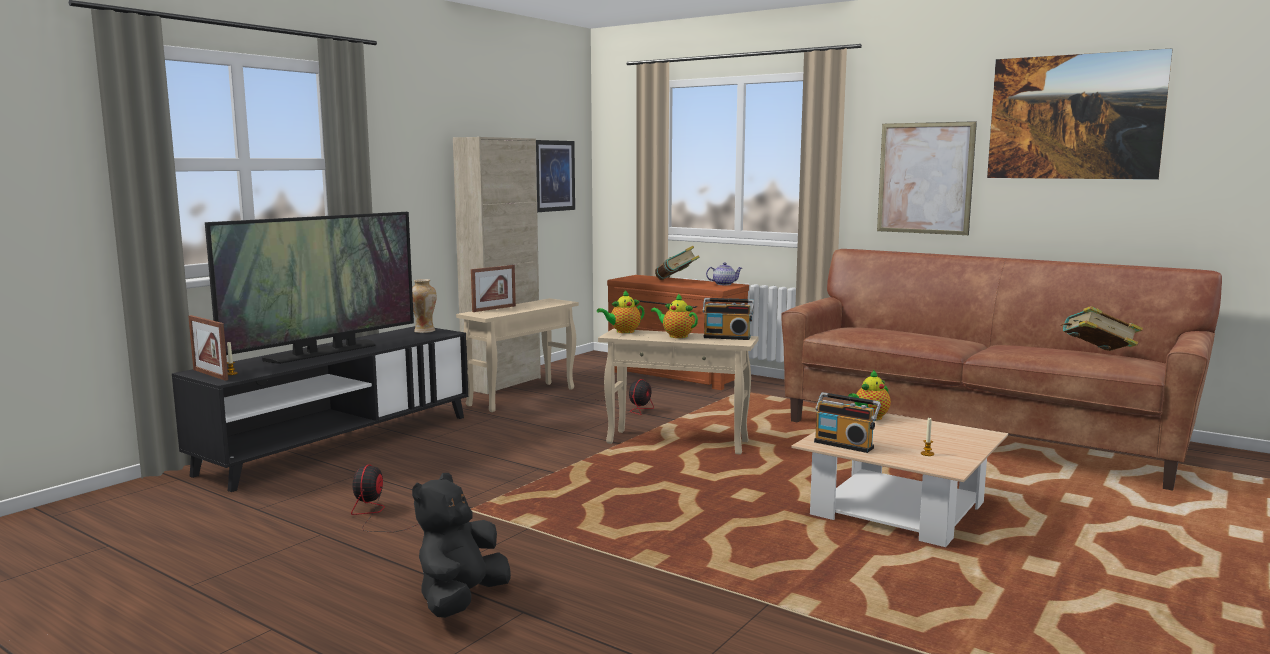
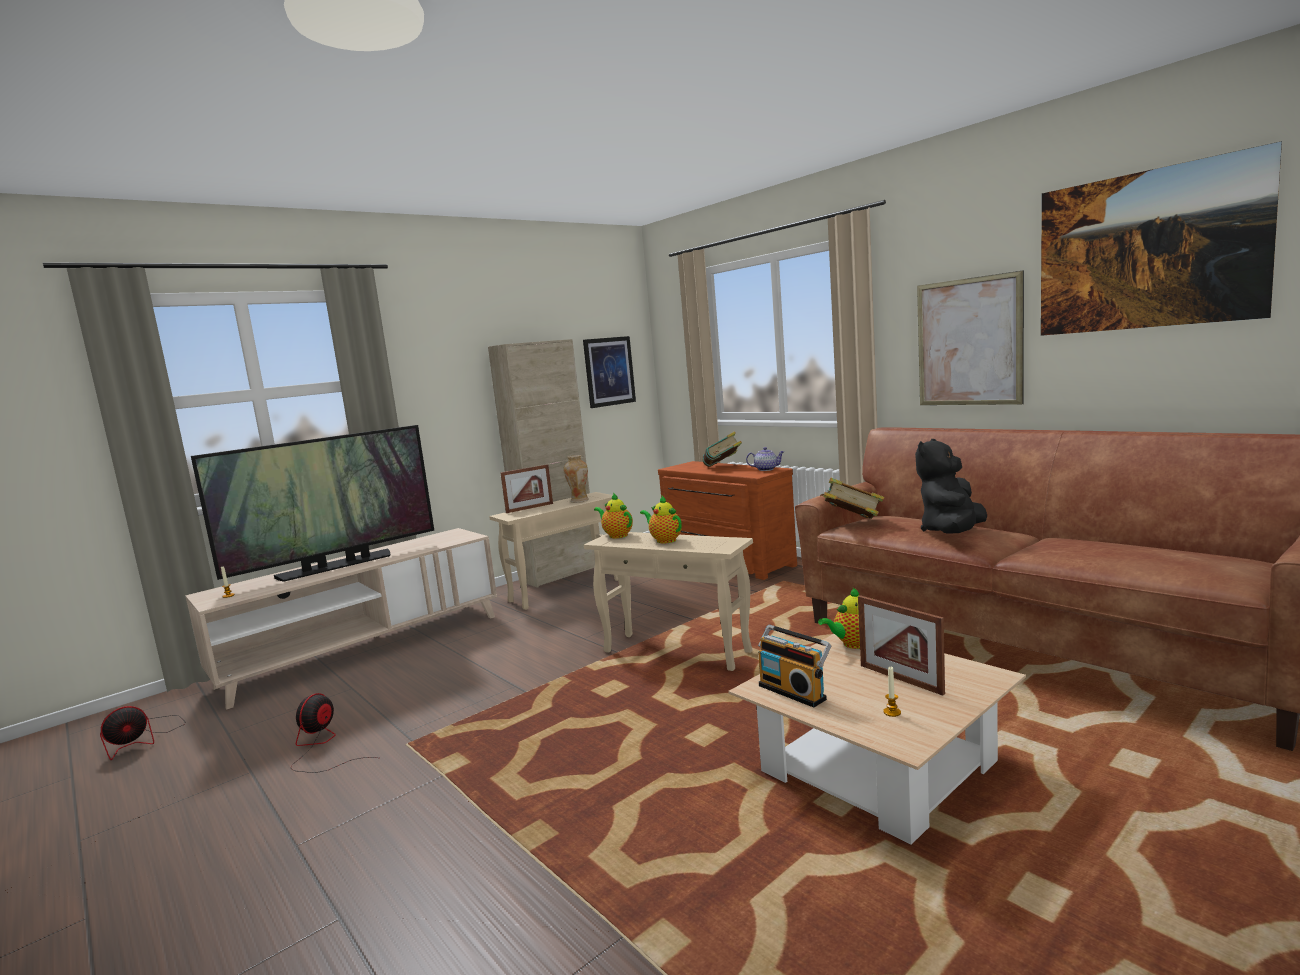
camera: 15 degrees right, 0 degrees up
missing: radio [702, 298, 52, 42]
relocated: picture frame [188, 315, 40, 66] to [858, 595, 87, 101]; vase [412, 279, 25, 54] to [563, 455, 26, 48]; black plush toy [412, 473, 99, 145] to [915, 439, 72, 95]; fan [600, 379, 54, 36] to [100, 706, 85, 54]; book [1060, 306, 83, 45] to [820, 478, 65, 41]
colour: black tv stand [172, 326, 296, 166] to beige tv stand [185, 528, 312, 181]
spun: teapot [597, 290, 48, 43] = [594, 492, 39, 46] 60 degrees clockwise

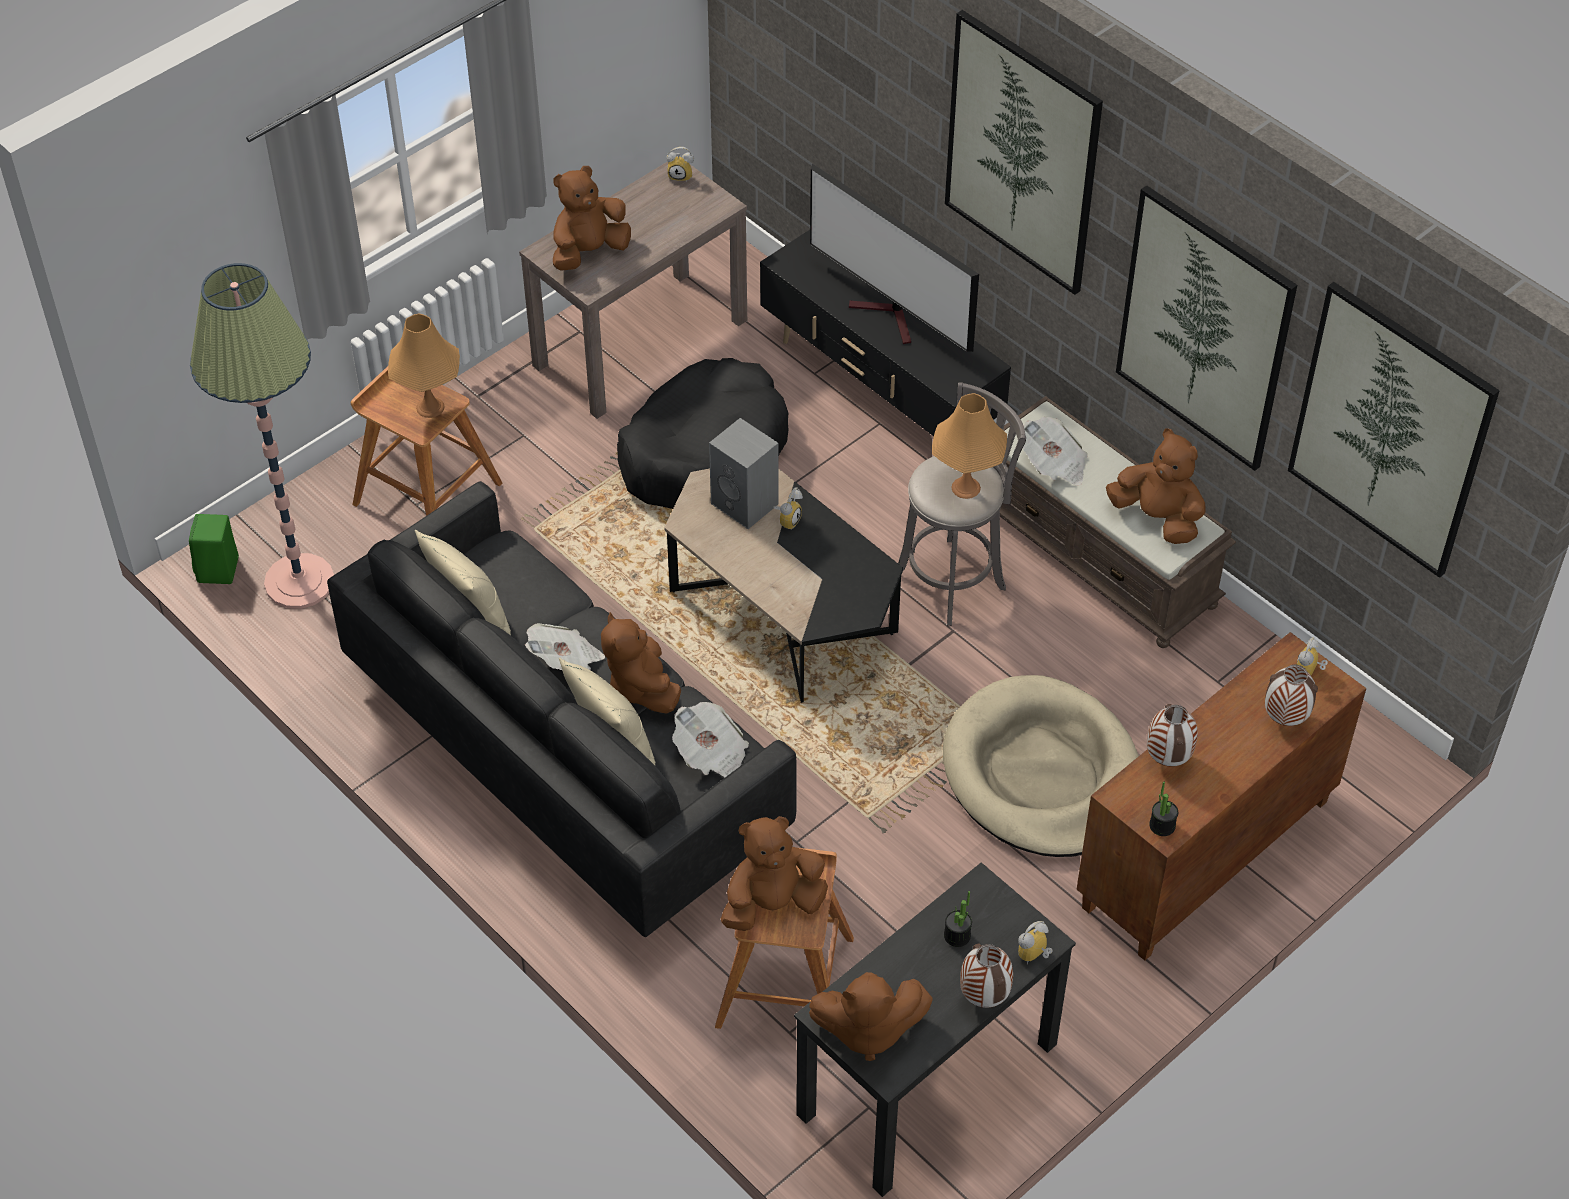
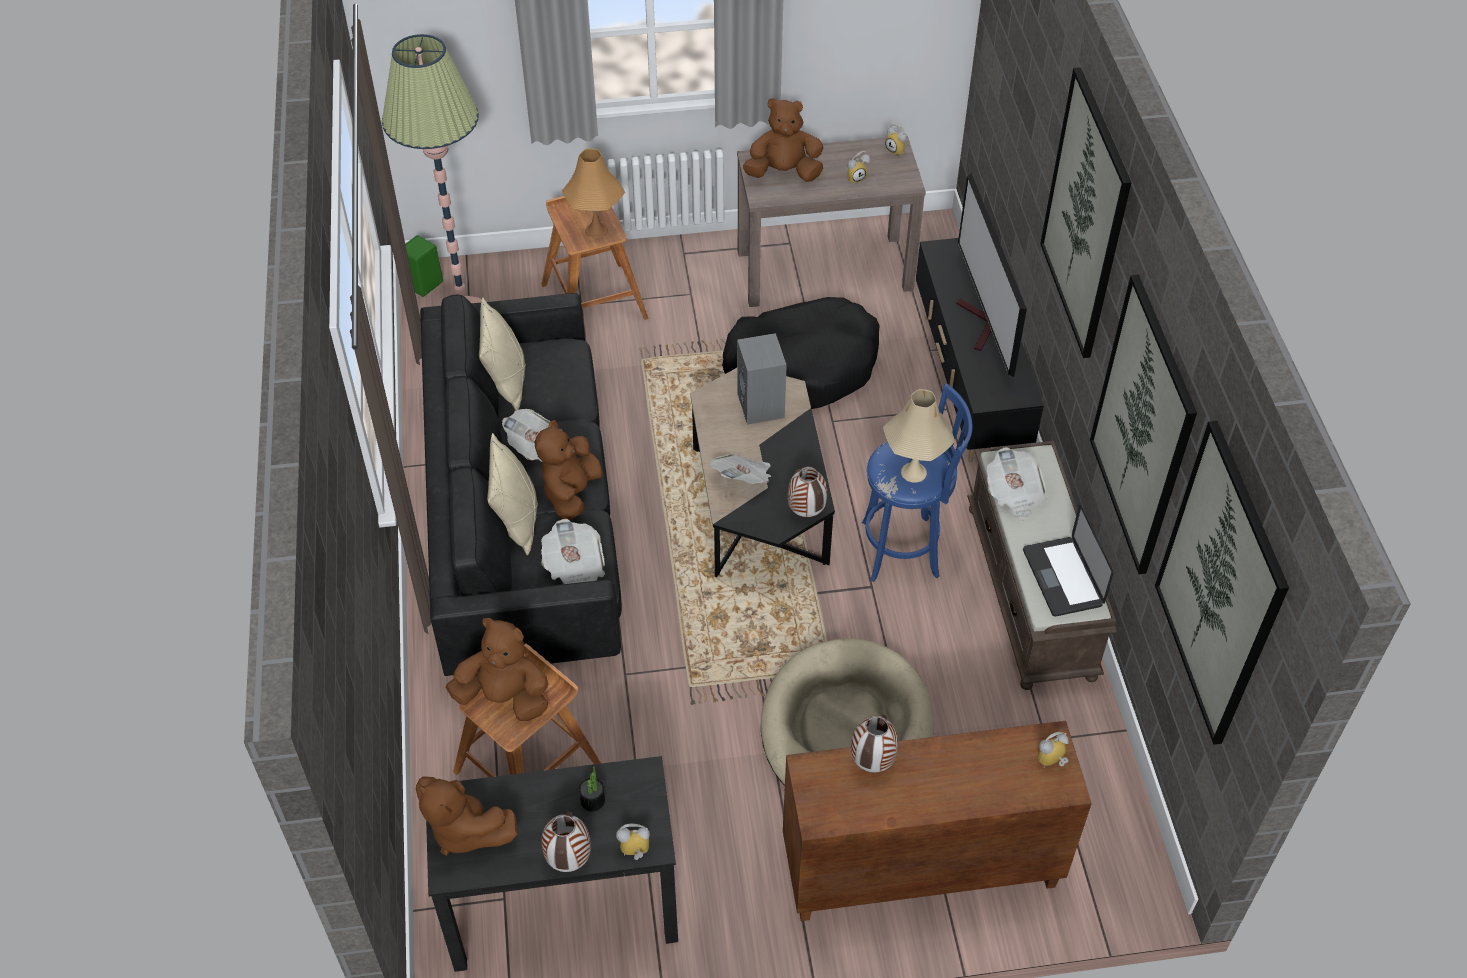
camera: 35 degrees right, 0 degrees up
missing: potted plant [1149, 782, 29, 54]
appeared: newspaper [710, 454, 61, 30]
relocated: alarm clock [773, 487, 30, 43] to [847, 151, 23, 33]; vase [1265, 664, 53, 62] to [788, 467, 39, 50]
exchanged: brown plush toy [1106, 428, 100, 116] to laptop [1023, 505, 91, 112]
colour: grey stool [898, 382, 128, 244] to blue stool [862, 383, 111, 199]; orange table lamp [932, 393, 75, 106] to beige table lamp [883, 389, 72, 94]

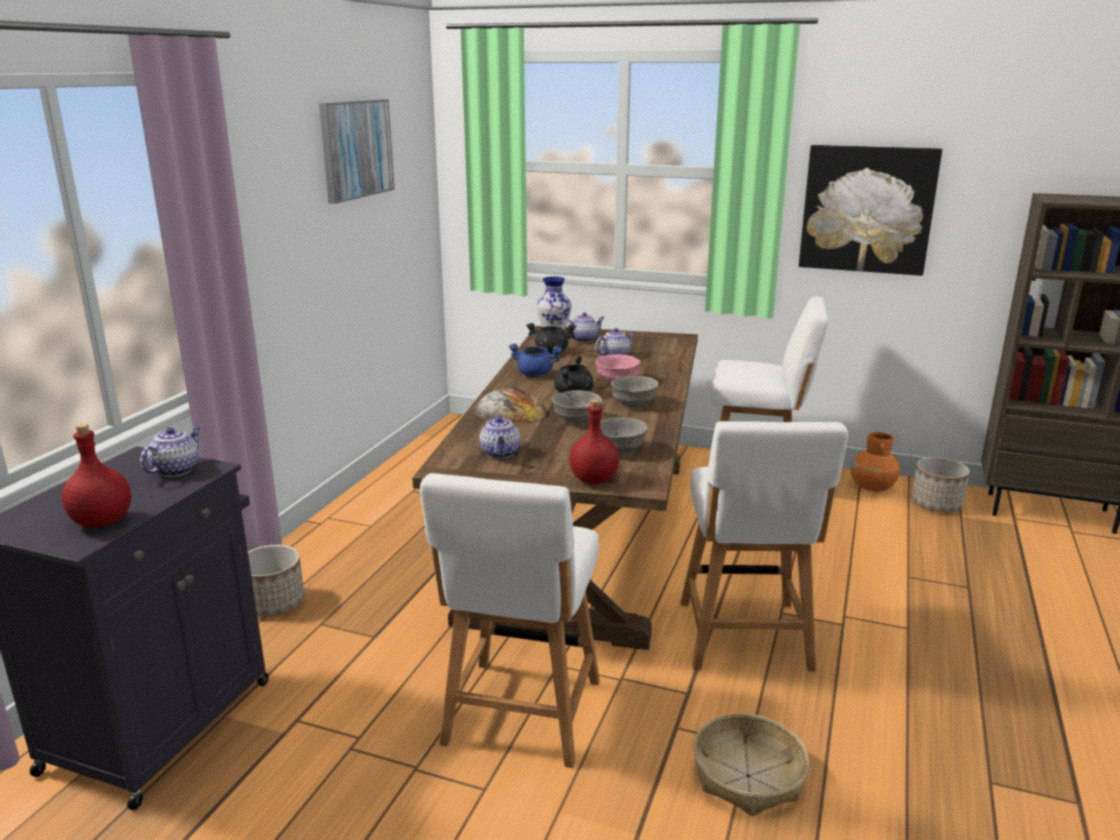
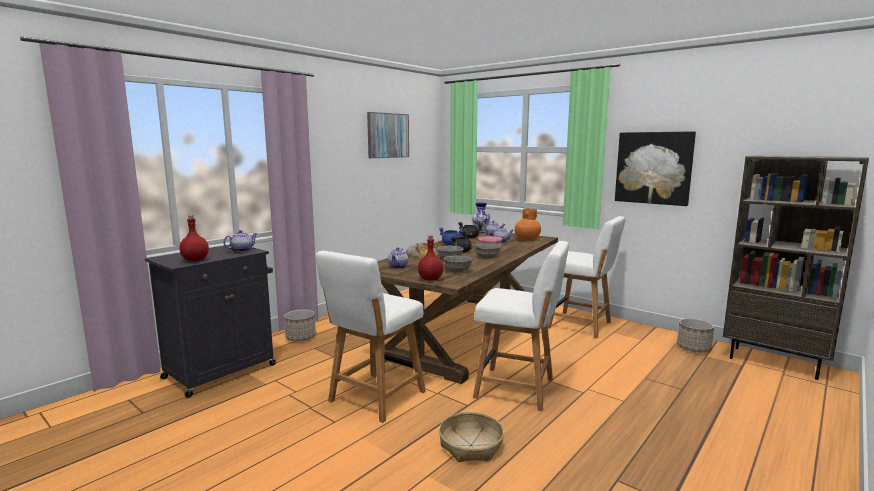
camera: 20 degrees right, 10 degrees down
relocated: orange vase [851, 432, 49, 59] to [515, 208, 26, 33]
spun: white chair [681, 421, 167, 251] = [473, 241, 96, 170] 90 degrees counterclockwise

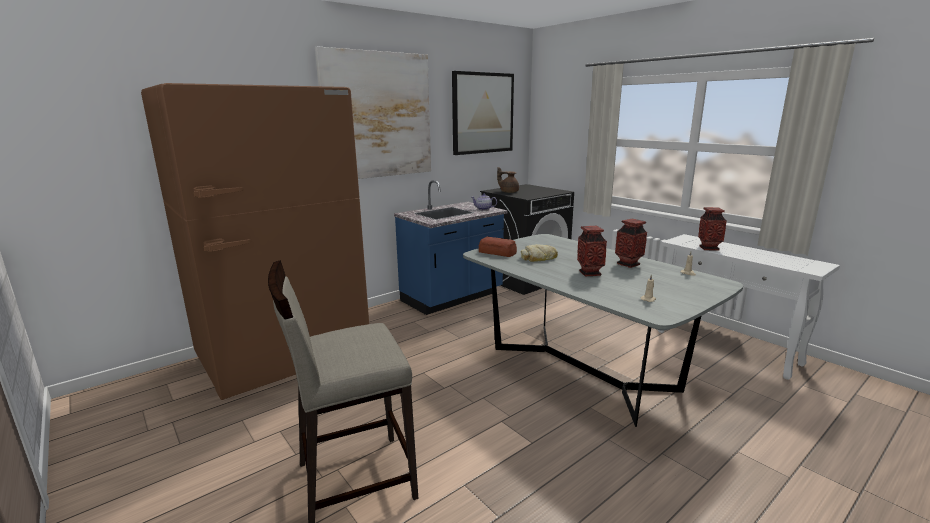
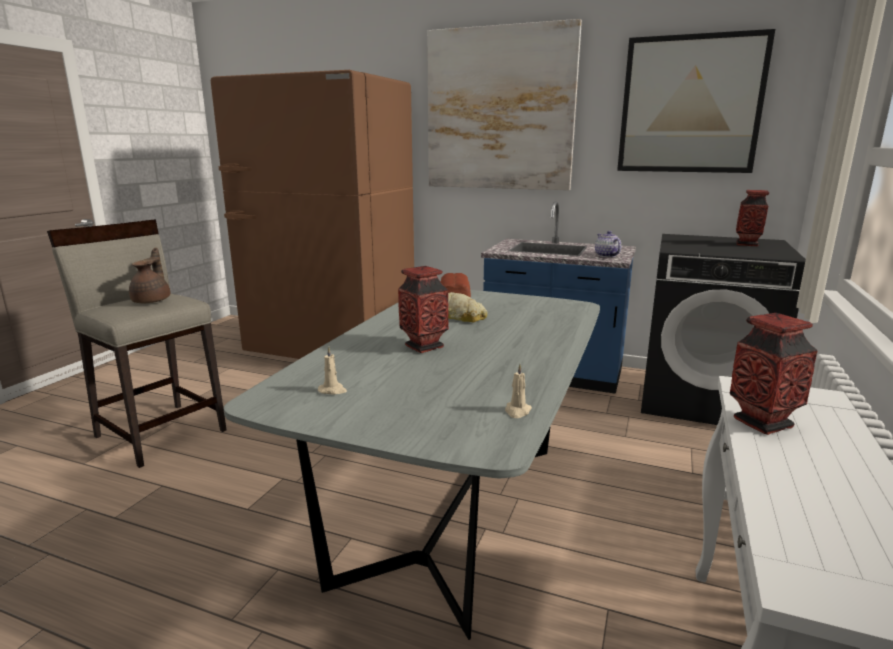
camera: 60 degrees right, 0 degrees up
relocated: brown teapot [497, 167, 22, 26] to [129, 247, 41, 56]; vase [615, 219, 32, 49] to [736, 190, 33, 56]

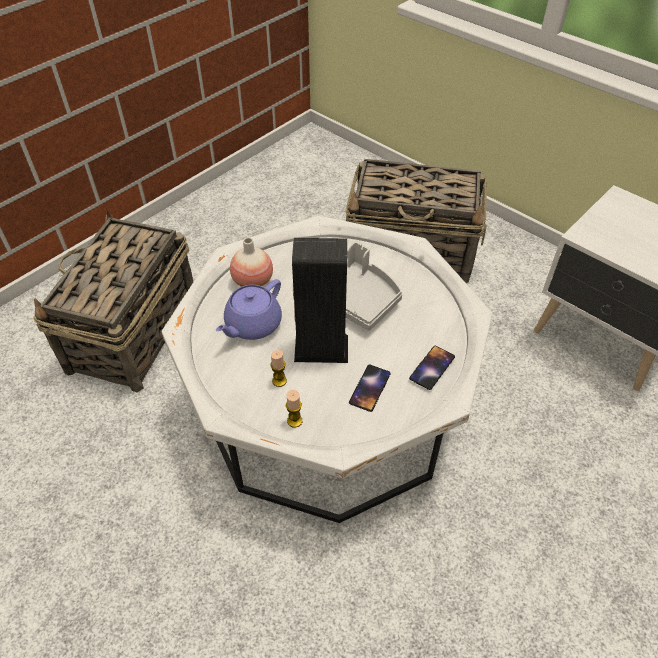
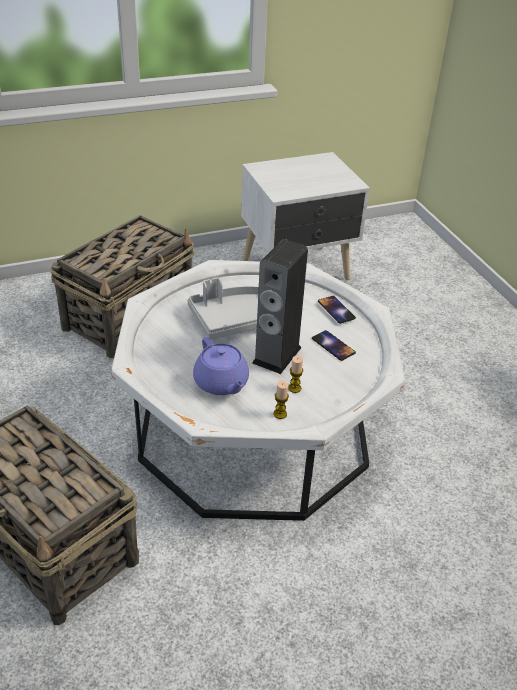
camera: 65 degrees left, 10 degrees down
missing: vase [230, 238, 43, 49]
relocated: candle [286, 390, 16, 38] to [274, 381, 15, 38]

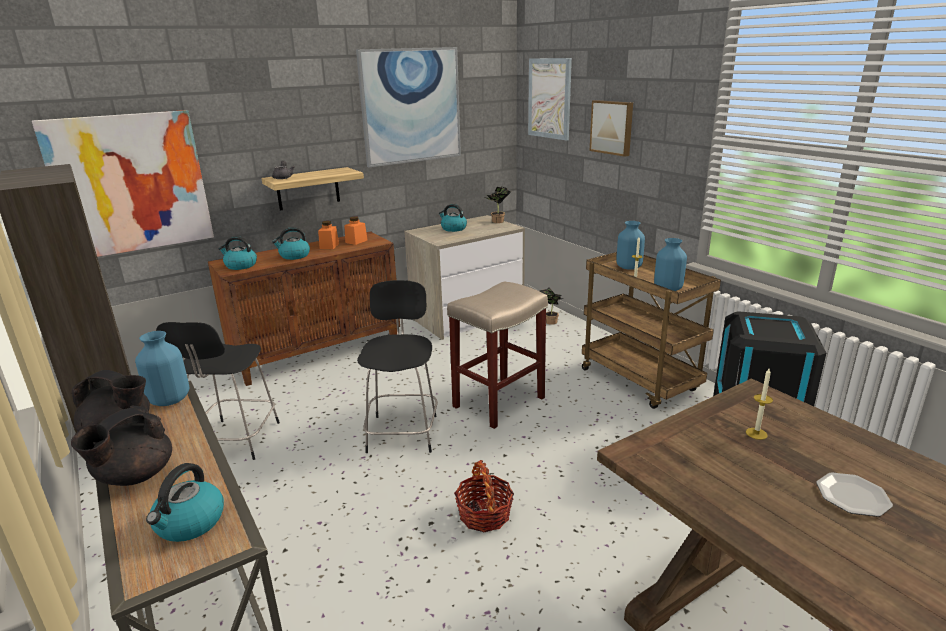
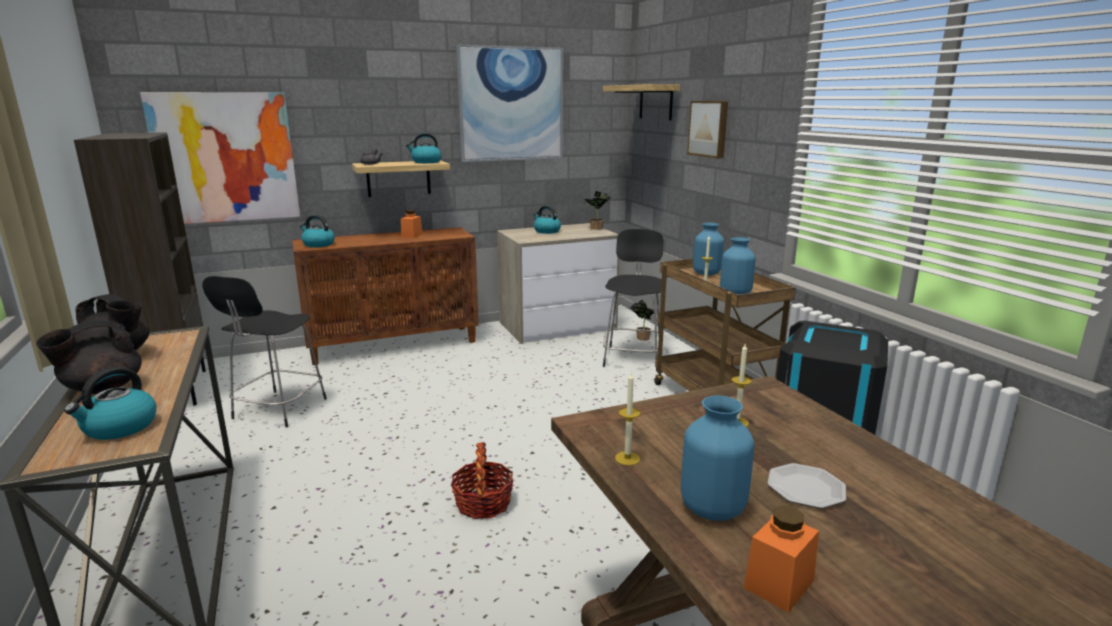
camera: 10 degrees right, 5 degrees down
missing: beige stool [447, 282, 101, 147]
appeared: candle [615, 373, 25, 93]
relocated: blue vase [135, 331, 54, 75] to [681, 396, 74, 125]; kettle [272, 227, 38, 33] to [406, 133, 35, 30]; orange jar [344, 217, 24, 28] to [744, 505, 75, 108]; black stool [357, 280, 81, 173] to [603, 229, 61, 142]
exchanged: picture [528, 58, 44, 83] to shelf [603, 84, 77, 36]

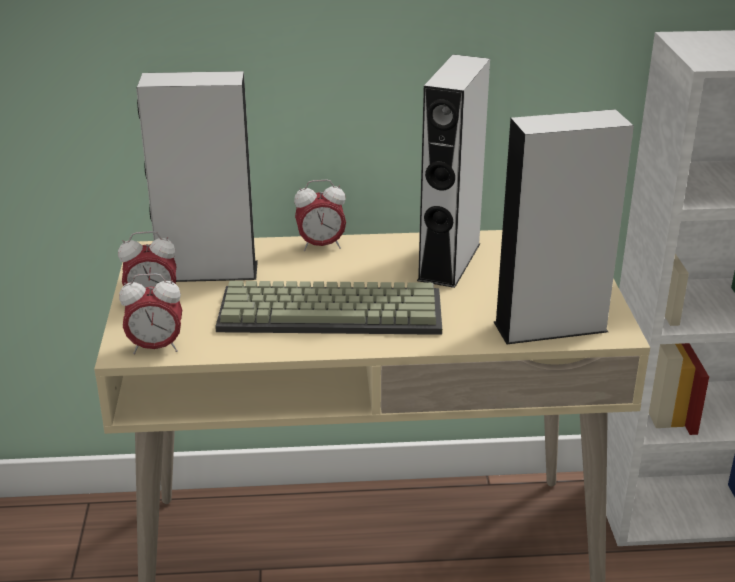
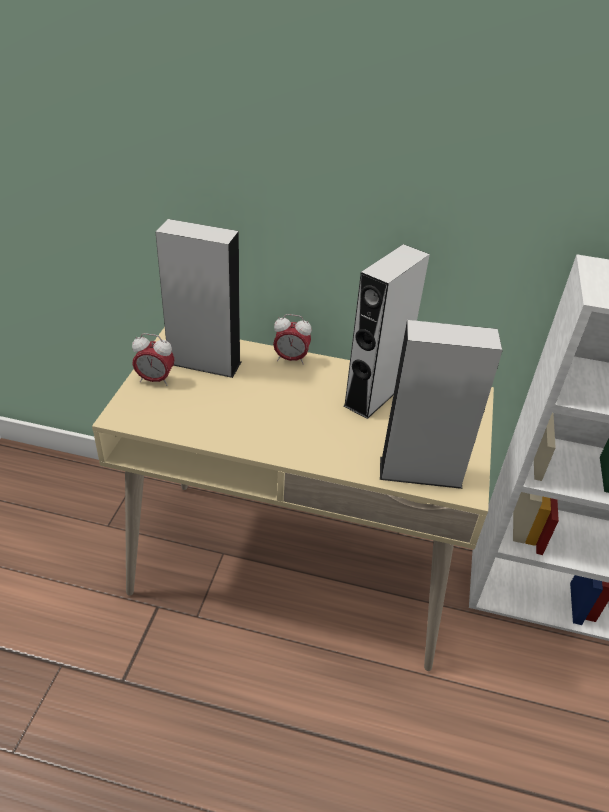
camera: 15 degrees right, 10 degrees up
missing: alarm clock [119, 274, 63, 80]; keyboard [215, 281, 227, 54]

